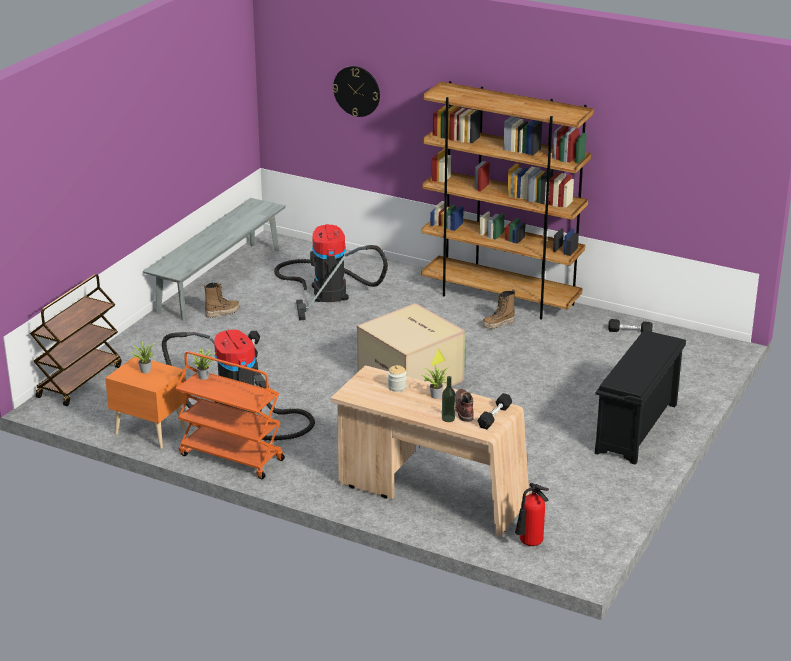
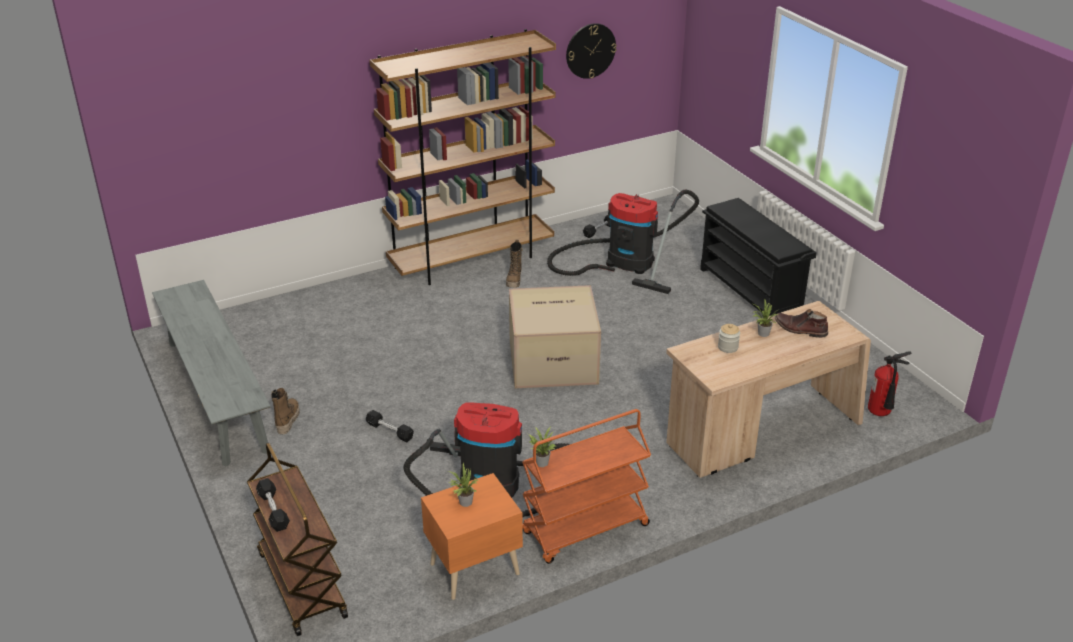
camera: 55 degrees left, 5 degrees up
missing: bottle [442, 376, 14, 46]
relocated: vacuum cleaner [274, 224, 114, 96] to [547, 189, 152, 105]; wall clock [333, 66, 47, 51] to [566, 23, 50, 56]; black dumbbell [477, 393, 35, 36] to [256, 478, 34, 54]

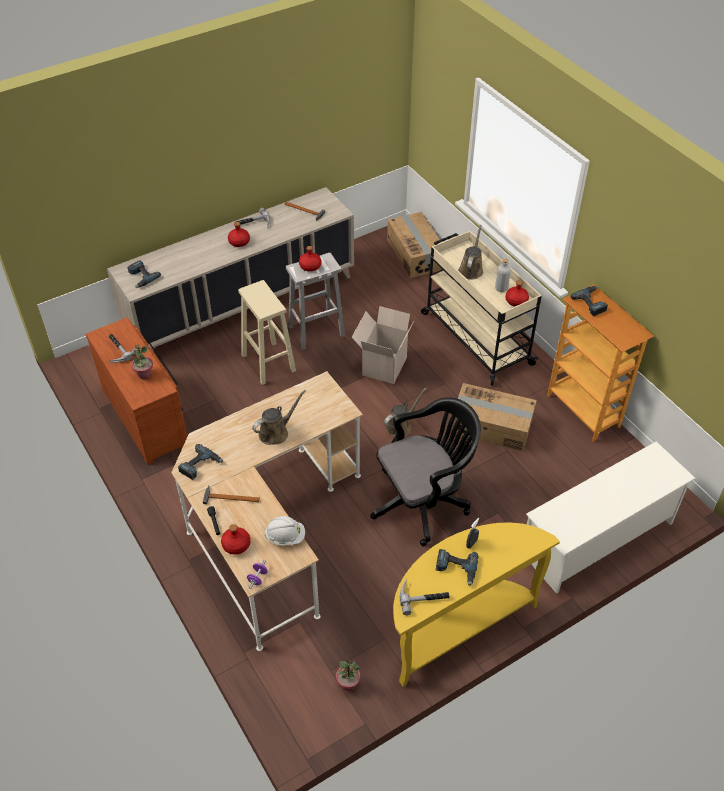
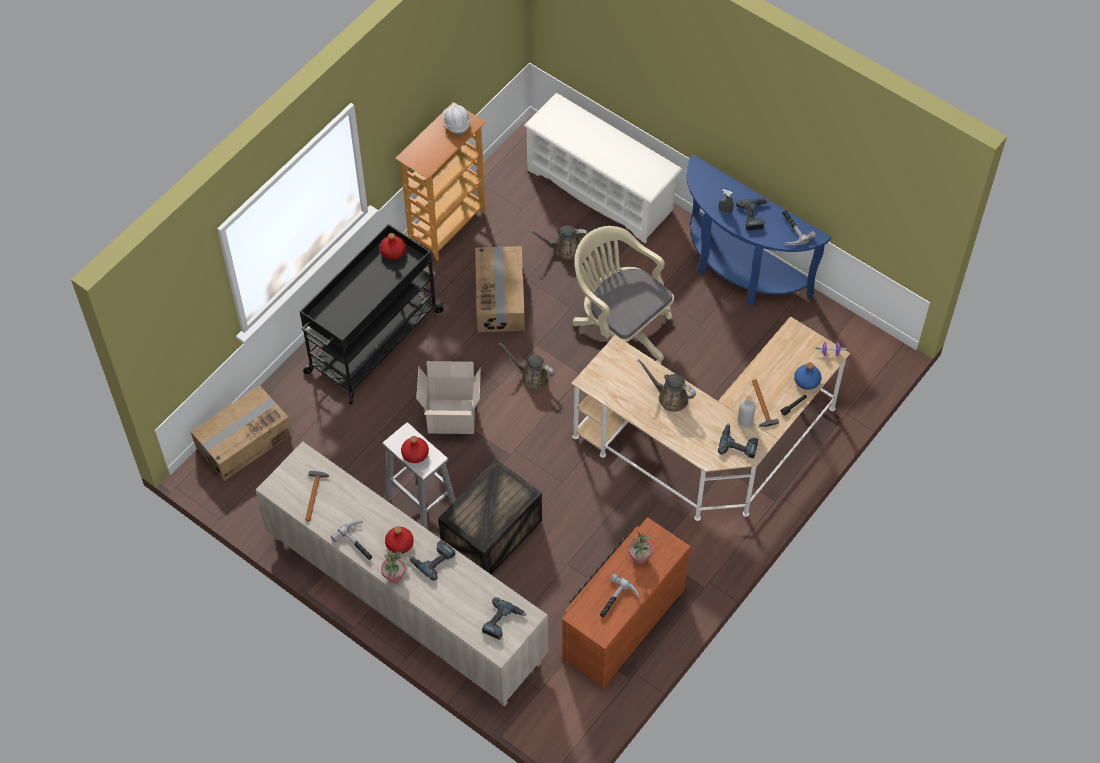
camera: 110 degrees left, 10 degrees up
relocated: white hard hat [265, 516, 40, 29] to [443, 103, 28, 33]; potted plant [336, 660, 24, 31] to [381, 551, 24, 32]; brown watering can [458, 225, 25, 55] to [529, 225, 59, 35]; grey bottle [495, 258, 16, 34] to [738, 395, 18, 32]; power drill [571, 286, 37, 30] to [409, 540, 46, 41]
exchanged: beige stool [238, 280, 58, 105] to crate [438, 459, 104, 116]
colour: red bottle [221, 524, 29, 31] to blue bottle [794, 362, 28, 28]; black office chair [370, 398, 111, 148] to beige office chair [572, 226, 102, 138]; yellow console table [393, 522, 167, 165] to blue console table [686, 155, 145, 151]; beige cart [421, 231, 121, 154] to black cart [300, 224, 145, 180]

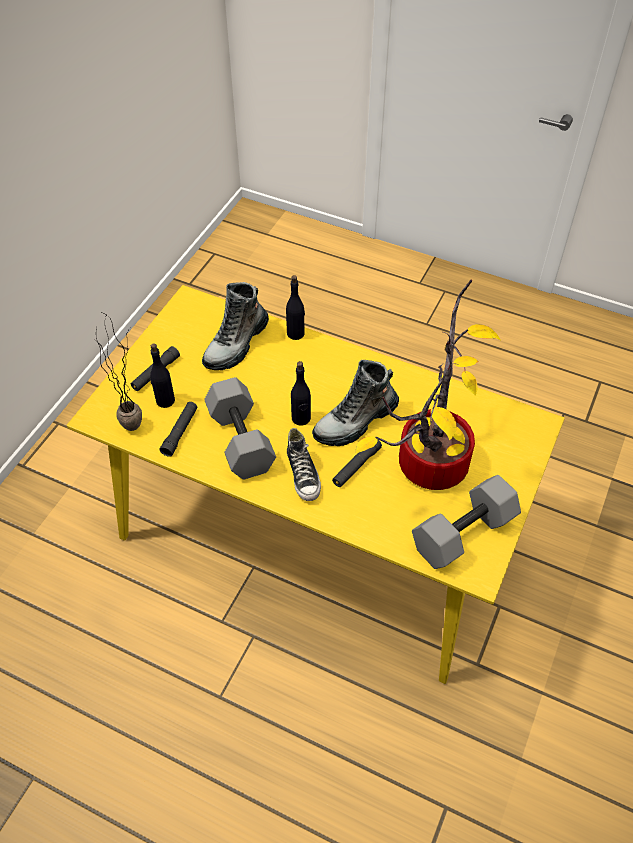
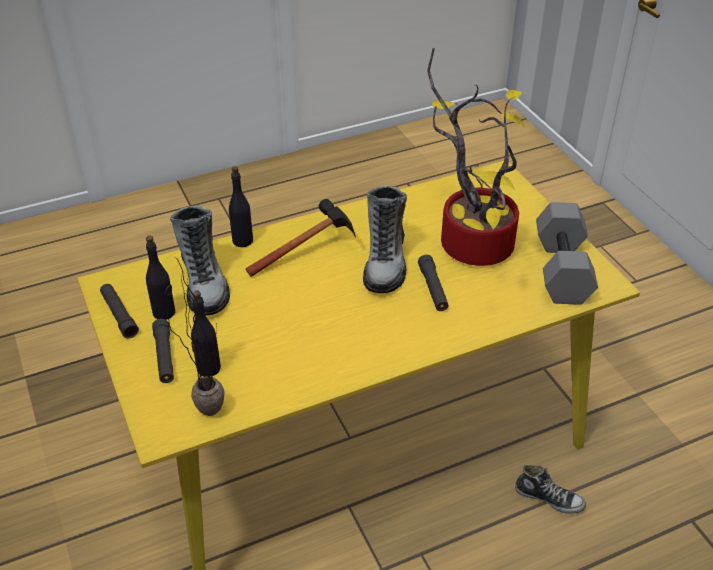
camera: 50 degrees left, 10 degrees down
missing: grey dumbbell [204, 377, 72, 102]
appeared: hammer [246, 199, 110, 78]
relocated: black flashlight [159, 402, 39, 55] to [100, 284, 39, 54]; shoe [287, 428, 34, 73] to [515, 465, 71, 49]; black bottle [291, 361, 20, 65] to [146, 236, 29, 84]

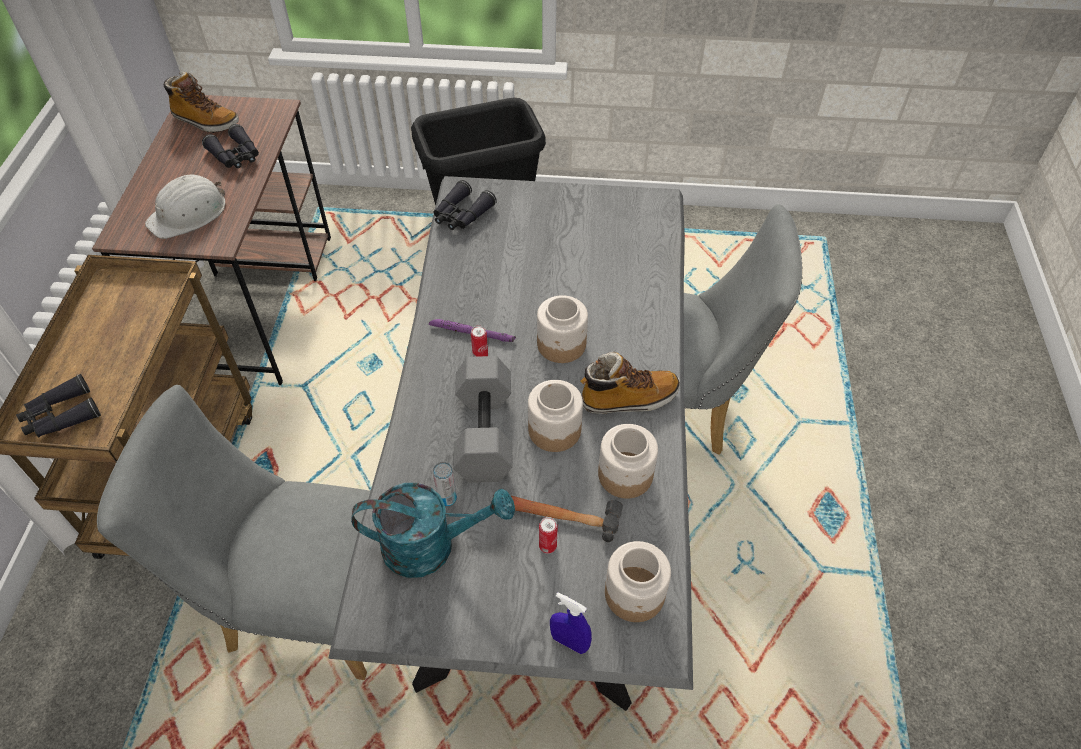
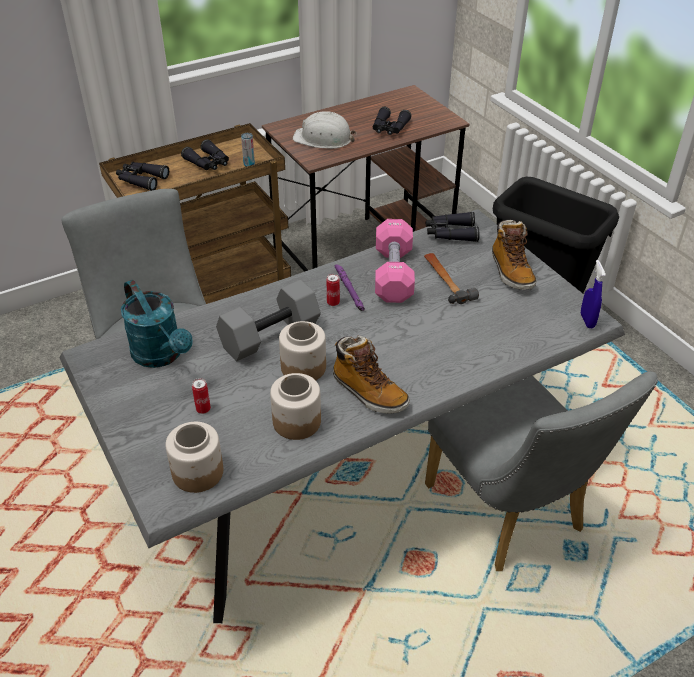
camera: 55 degrees right, 10 degrees down
missing: jar [537, 295, 51, 68]
appeared: black binoculars [181, 139, 48, 31]; pink dumbbell [375, 219, 40, 84]
relocated: boot [163, 72, 76, 61] to [492, 220, 45, 70]; can [433, 462, 24, 44] to [241, 133, 14, 34]; hammer [511, 496, 112, 46] to [424, 253, 55, 51]; blue spray bottle [550, 592, 42, 62] to [581, 260, 25, 68]

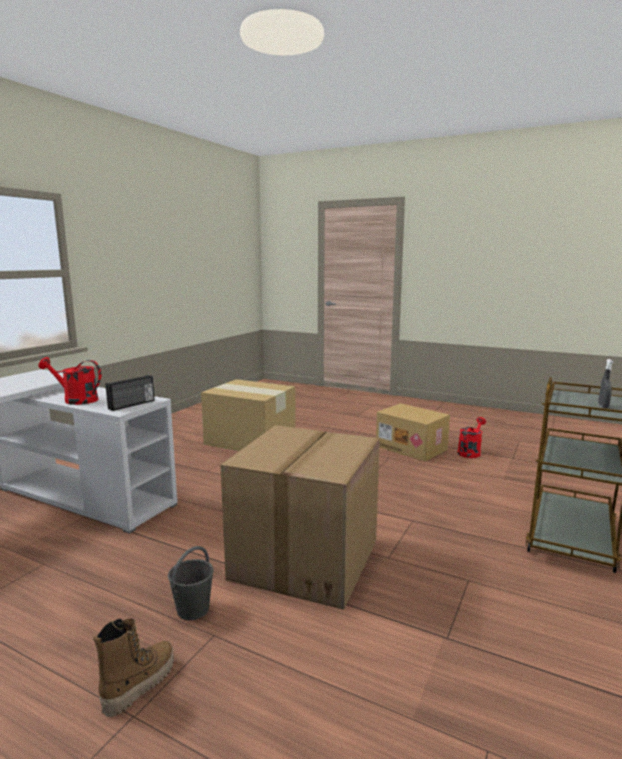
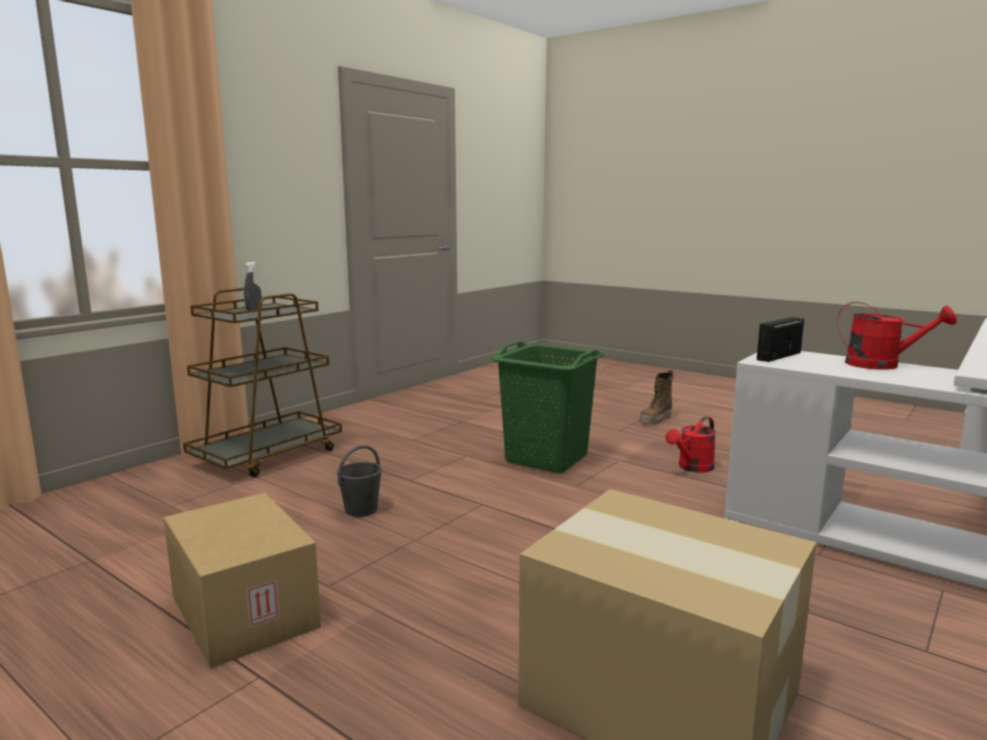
camera: 170 degrees left, 0 degrees up
relocated: grey bucket [168, 546, 46, 74] to [337, 445, 45, 72]; red watering can [458, 417, 28, 41] to [666, 417, 50, 55]
exchanged: cardboard box [220, 425, 160, 185] to green laundry basket [491, 341, 113, 132]

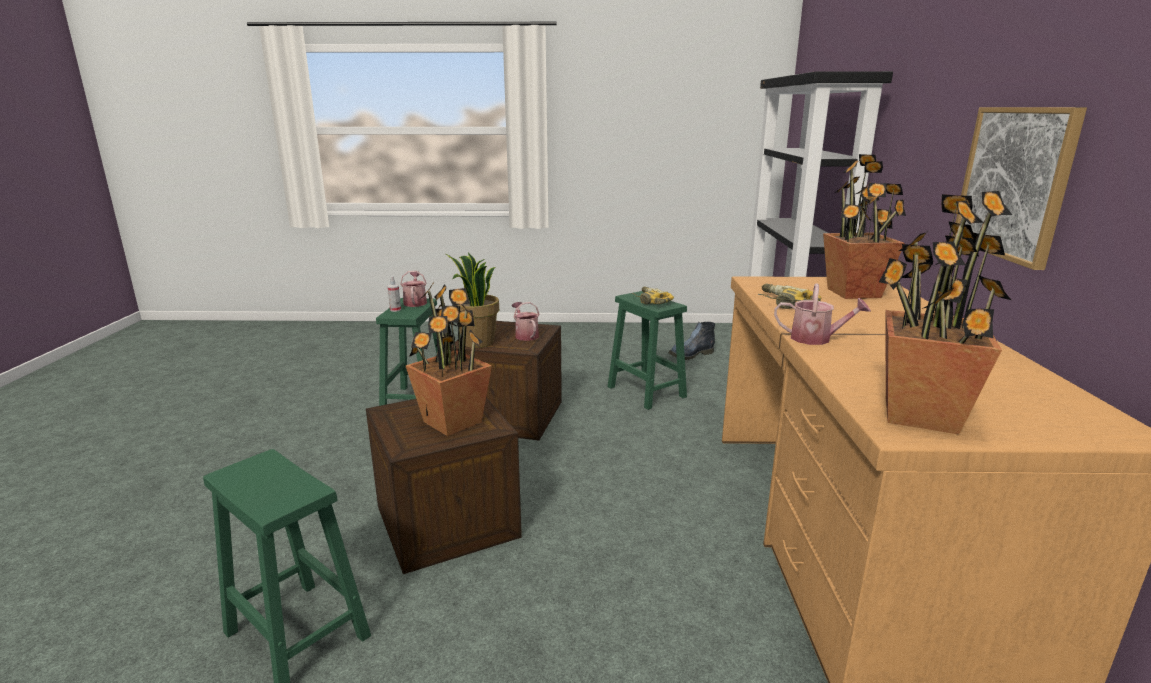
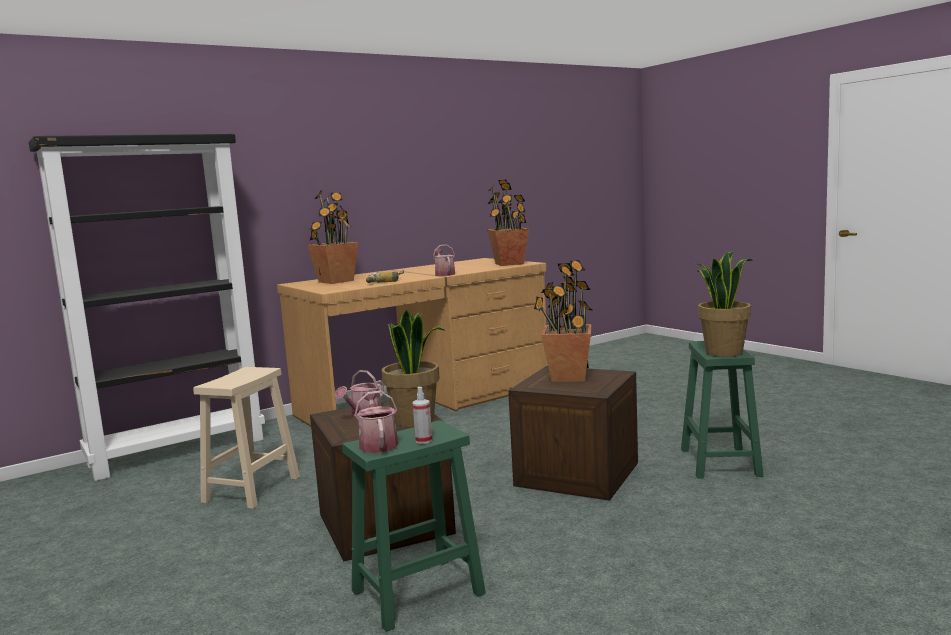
camera: 125 degrees left, 10 degrees down
missing: power drill [632, 286, 42, 18]; boot [668, 322, 47, 38]; picture [953, 107, 134, 163]
appeared: potted plant [696, 251, 57, 106]
colour: green stool [607, 291, 80, 119] to beige stool [193, 367, 107, 142]
spun: watering can [400, 271, 27, 36] = [354, 391, 44, 62] 120 degrees clockwise

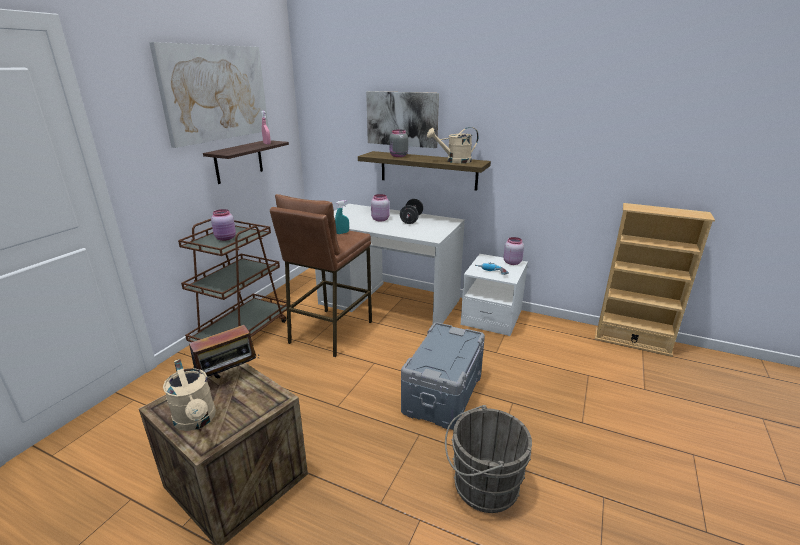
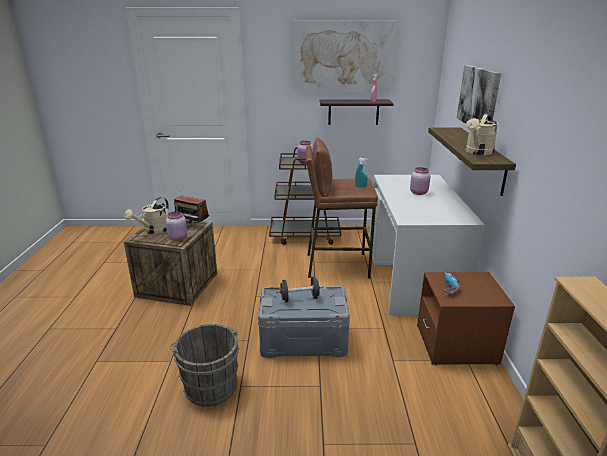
camera: 65 degrees right, 0 degrees up
missing: grey jar [389, 130, 19, 27]
relocated: black dumbbell [400, 199, 23, 25] to [276, 277, 47, 26]; pink jar [504, 237, 20, 28] to [166, 211, 21, 29]
colour: white nightstand [461, 254, 67, 82] to brown nightstand [417, 272, 98, 94]
spun: beige watering can [427, 127, 52, 36] = [466, 112, 32, 43] 105 degrees counterclockwise

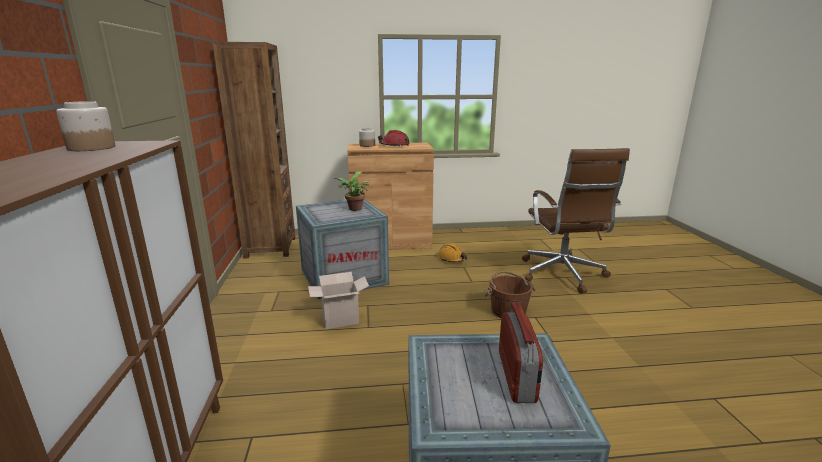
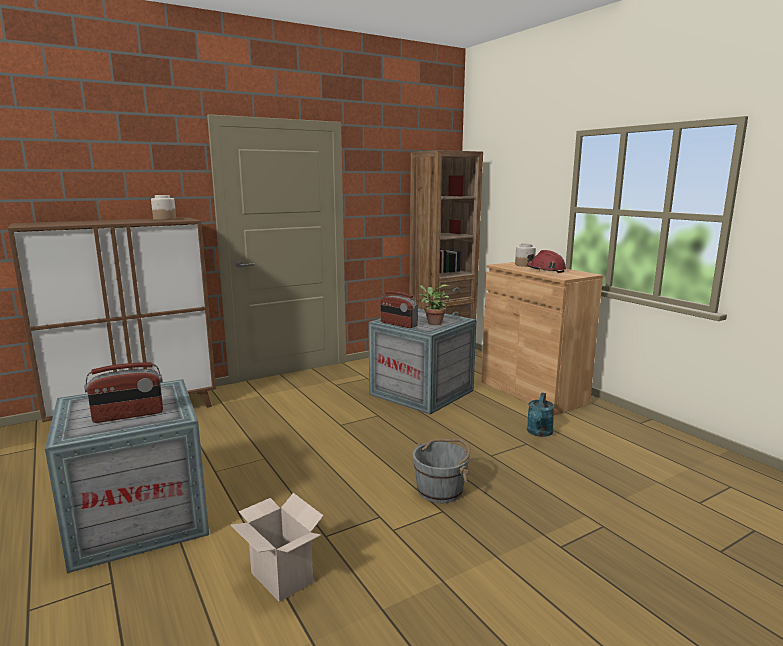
camera: 65 degrees right, 5 degrees down
missing: brown office chair [522, 148, 108, 146]
appeared: radio [381, 291, 37, 37]
relocated: cardboard box [308, 272, 61, 57] to [231, 493, 93, 109]
exchanged: orange hard hat [438, 244, 29, 18] to turquoise watering can [527, 393, 28, 44]
colour: brown bucket [485, 271, 51, 47] to grey bucket [413, 439, 57, 64]

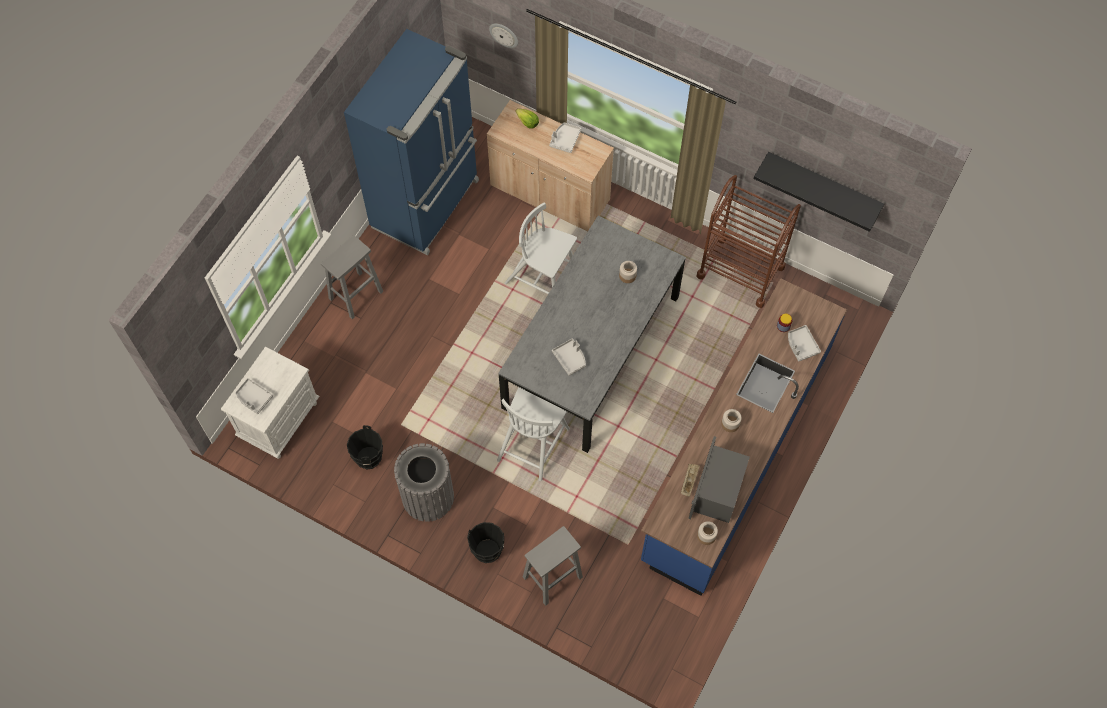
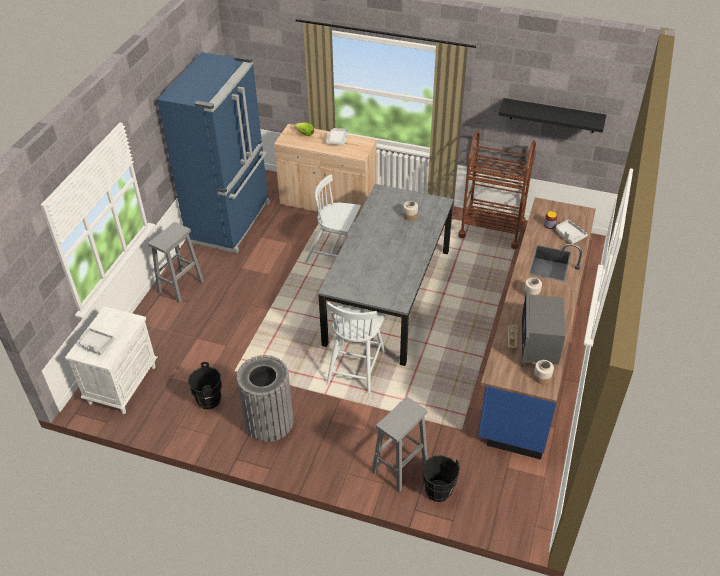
camera: 10 degrees left, 20 degrees down
missing: wall clock [489, 23, 29, 25]; grey tray [552, 338, 34, 38]
relocated: black bucket [467, 522, 37, 41] to [423, 455, 37, 47]

